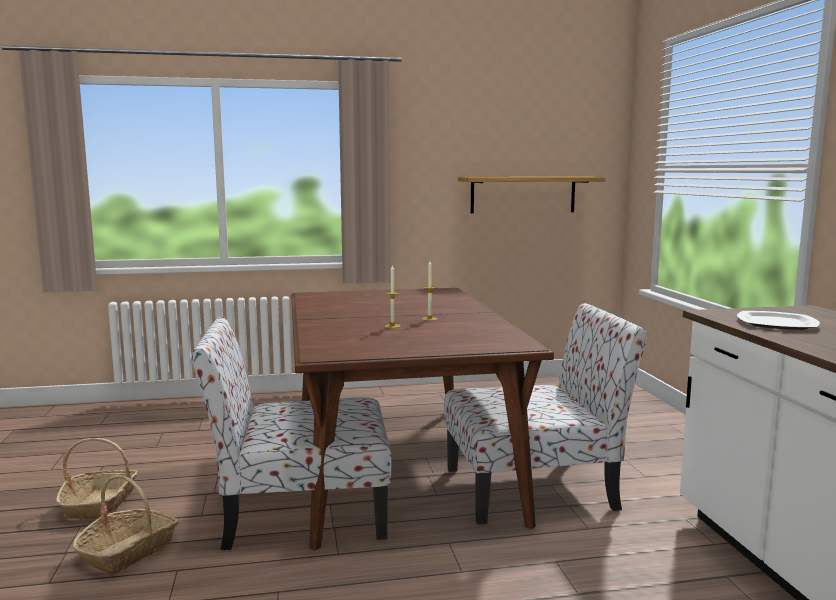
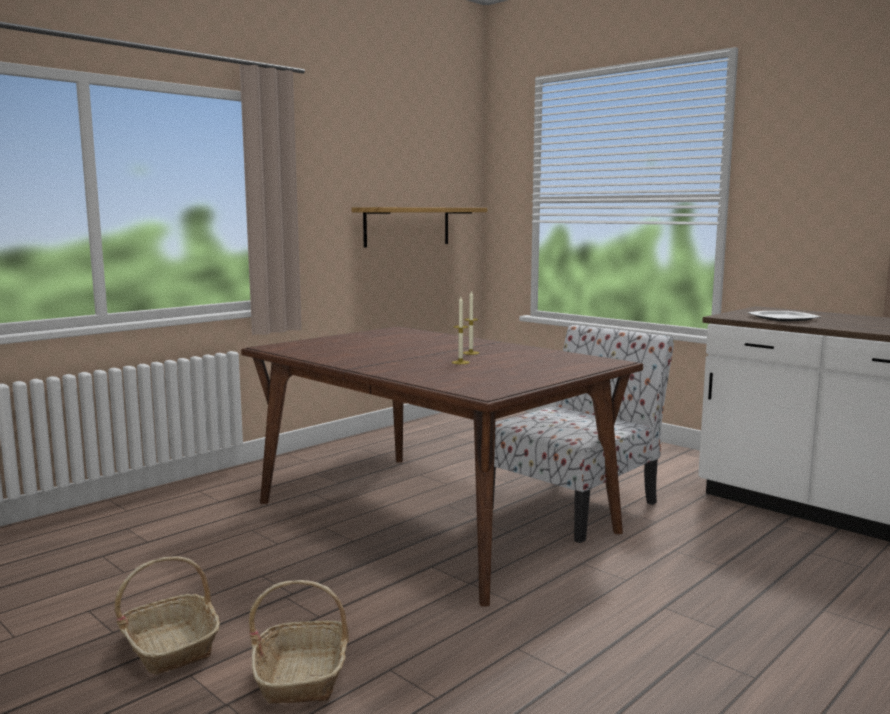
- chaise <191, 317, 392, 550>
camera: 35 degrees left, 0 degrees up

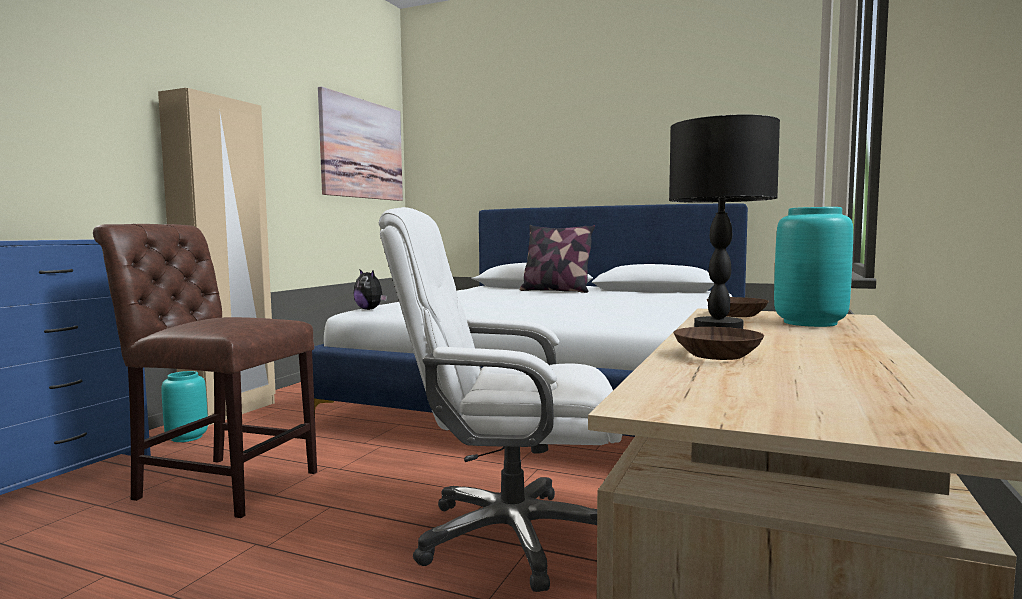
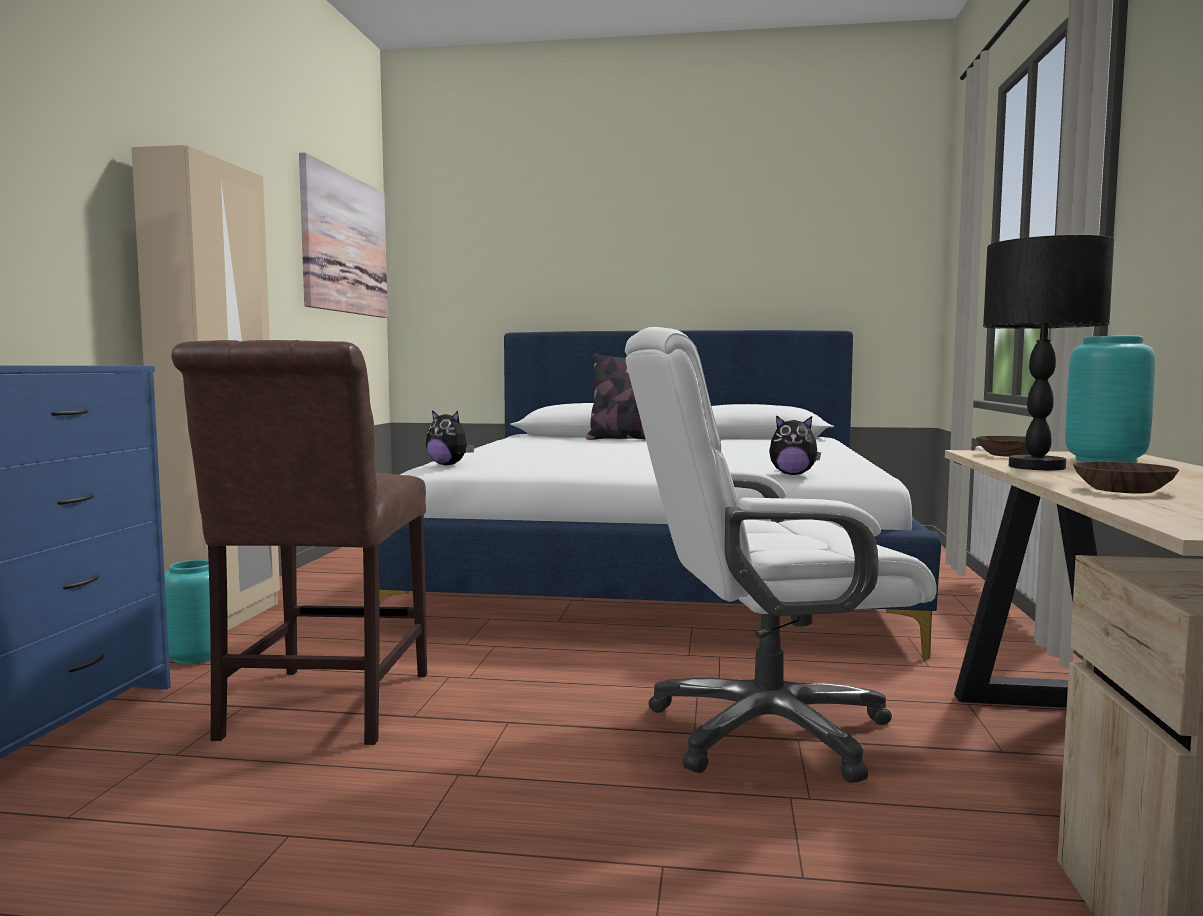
+ peluche <769, 415, 821, 475>
~ chaise/marron <93, 224, 317, 518> = <171, 340, 427, 745> 90 degrees counterclockwise
camera: 15 degrees left, 0 degrees up

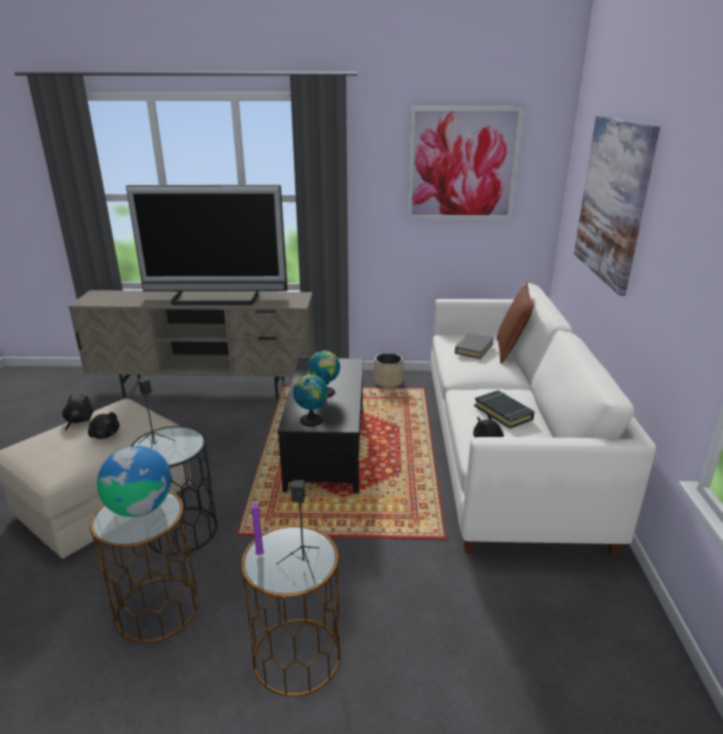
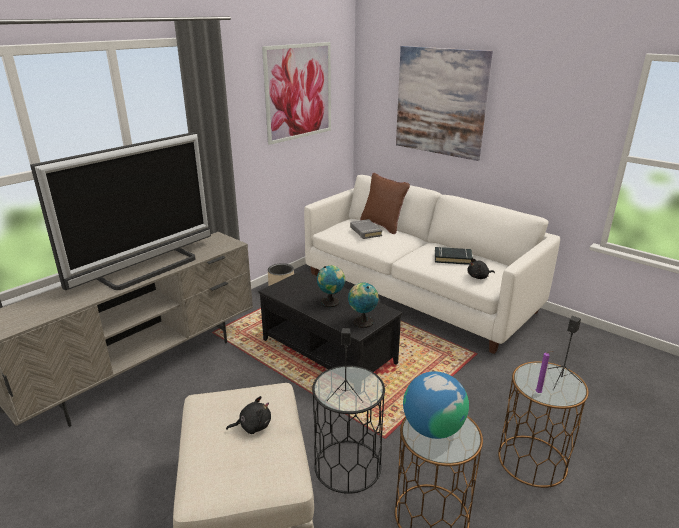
- peluche/noir <62, 394, 94, 431>
camera: 50 degrees left, 0 degrees up

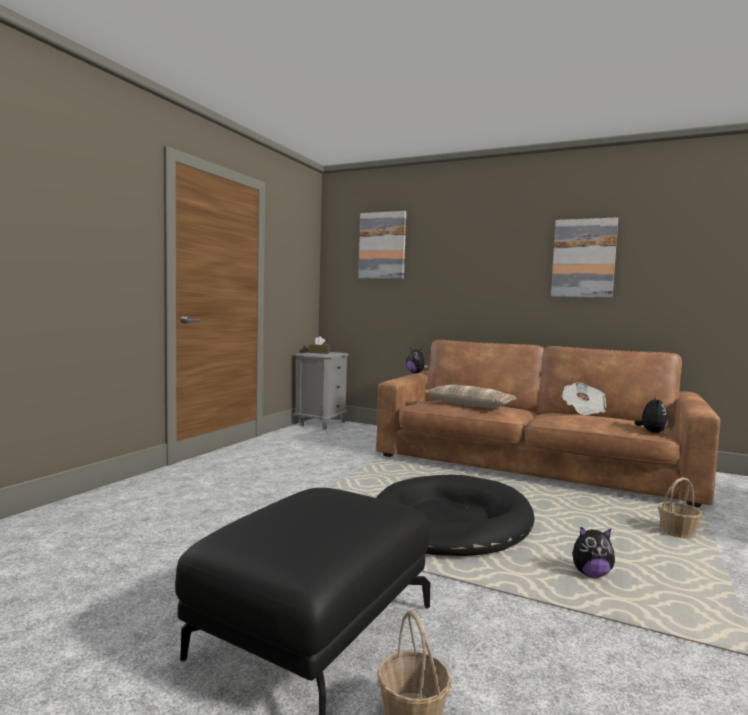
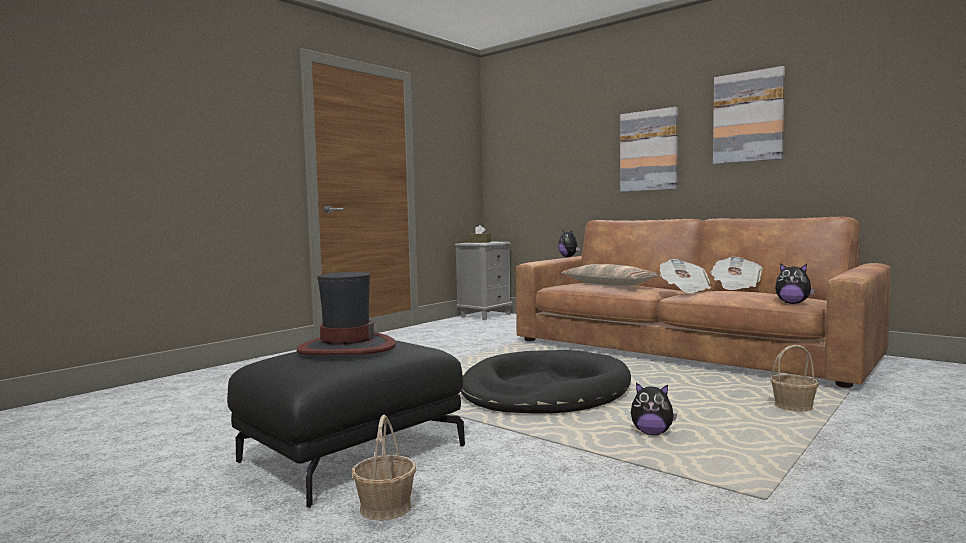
+ chapeau <297, 272, 396, 355>
+ journal <660, 259, 711, 293>
~ tableau <358, 211, 406, 279> to <620, 107, 678, 192>
~ peluche <634, 396, 668, 433> = <775, 263, 815, 304> 90 degrees clockwise
camera: 15 degrees right, 0 degrees up

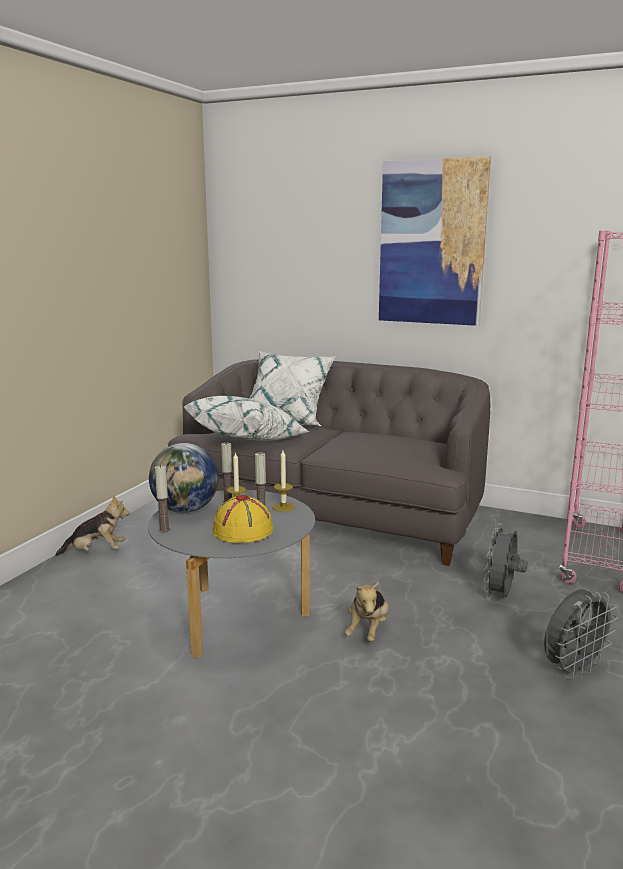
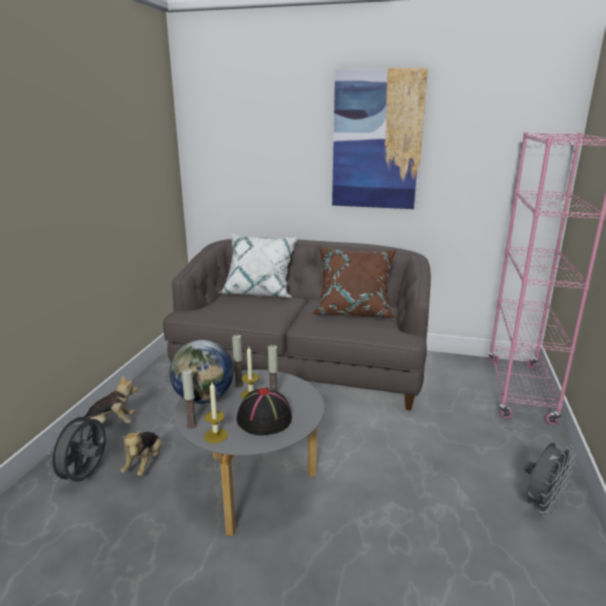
- coussin/blanc <183, 396, 309, 441>
+ coussin/marron <311, 246, 397, 318>
~ bougie <272, 450, 295, 512> to <204, 382, 228, 443>
~ peluche <345, 582, 389, 642> to <121, 430, 162, 476>
~ ventilateur/gris <483, 523, 527, 599> to <46, 412, 106, 483>
~ chapeau/jaune <212, 495, 273, 543> to chapeau/noir <236, 388, 292, 436>
camera: 10 degrees left, 5 degrees up

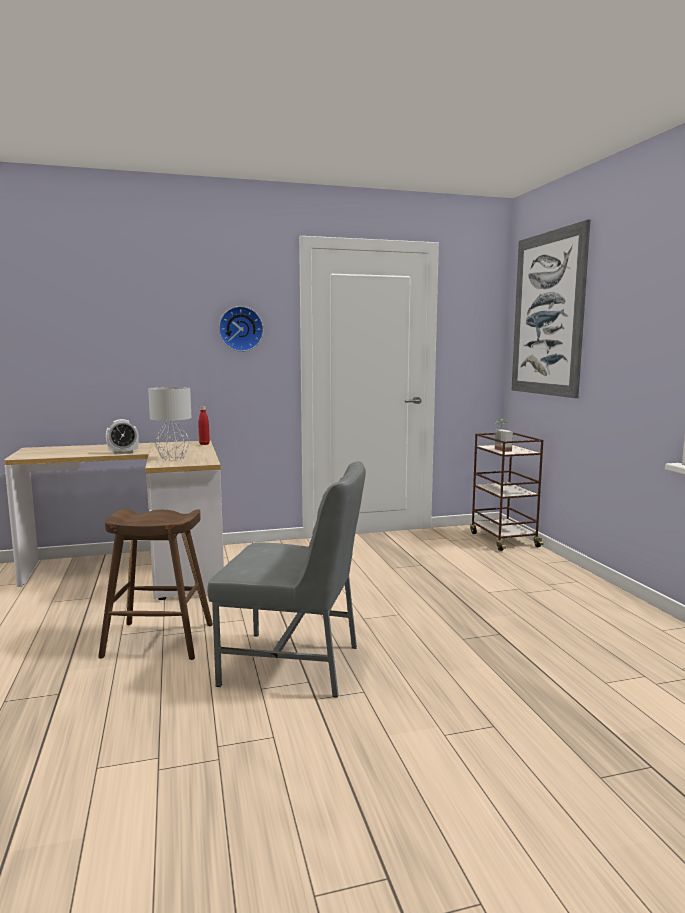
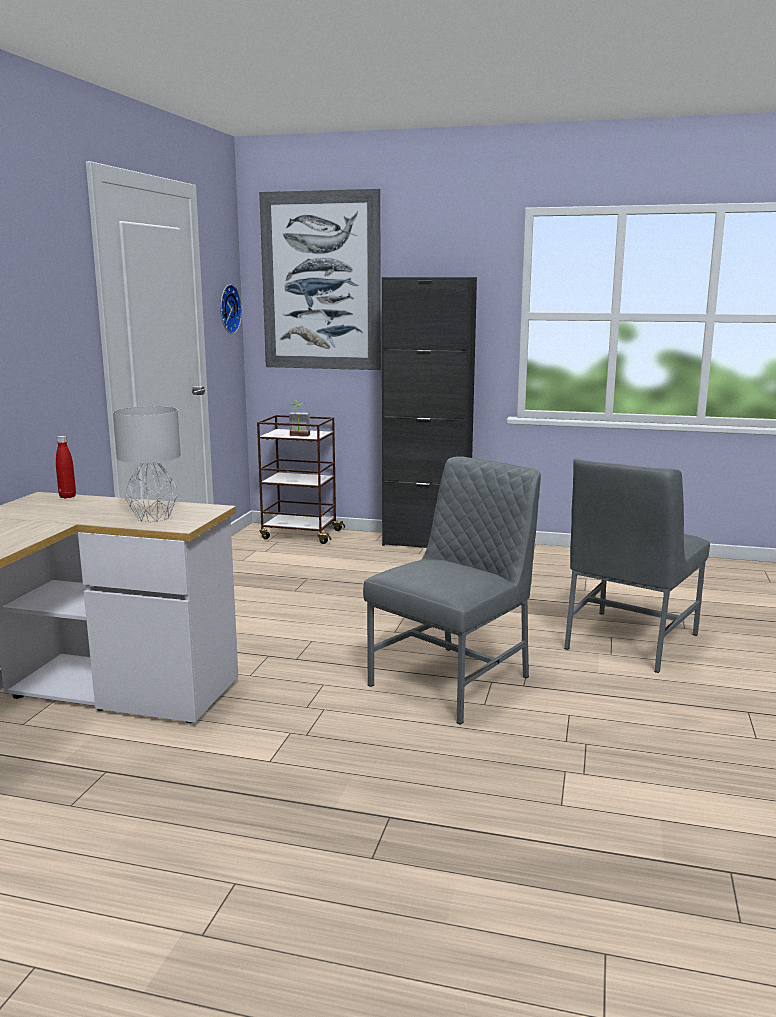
- tabouret/marron <98, 509, 213, 660>
- réveil <106, 419, 139, 454>
+ meuble de rangement/noir <382, 277, 477, 548>
+ chaise/gris <564, 458, 710, 673>
~ horloge murale <219, 306, 264, 352> to <220, 284, 242, 334>
camera: 60 degrees left, 5 degrees up

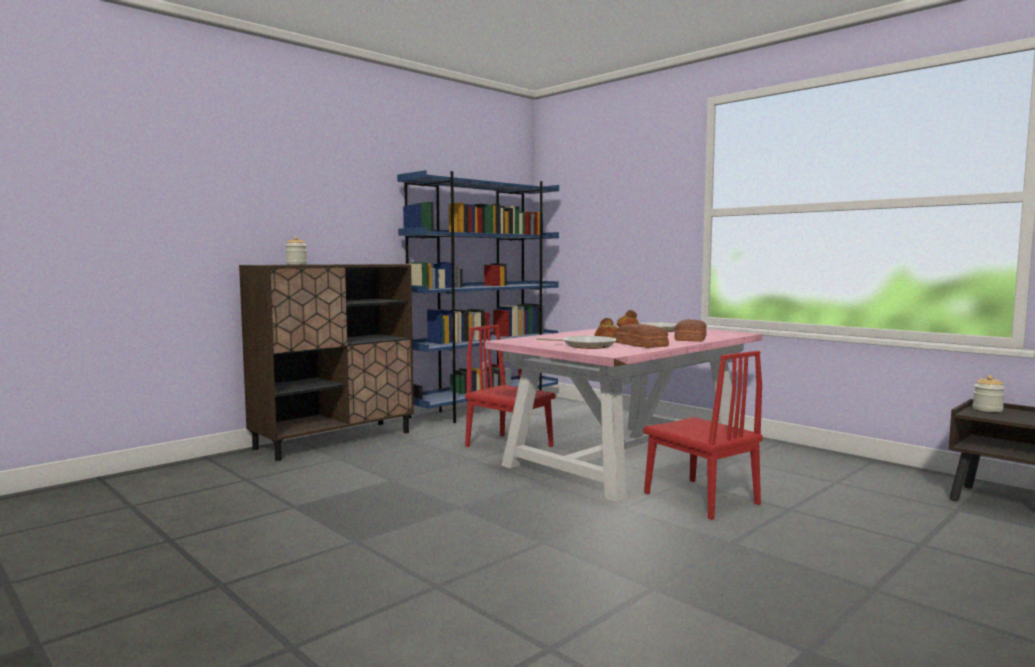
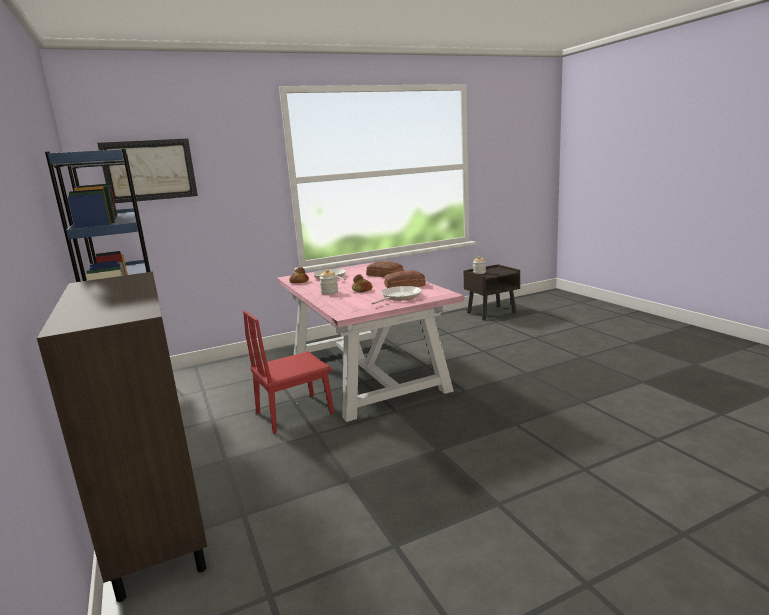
- chaise/rouge <643, 351, 763, 520>
+ tableau <97, 138, 198, 203>
~ bocal <285, 236, 307, 265> to <320, 269, 338, 295>
camera: 70 degrees left, 10 degrees up

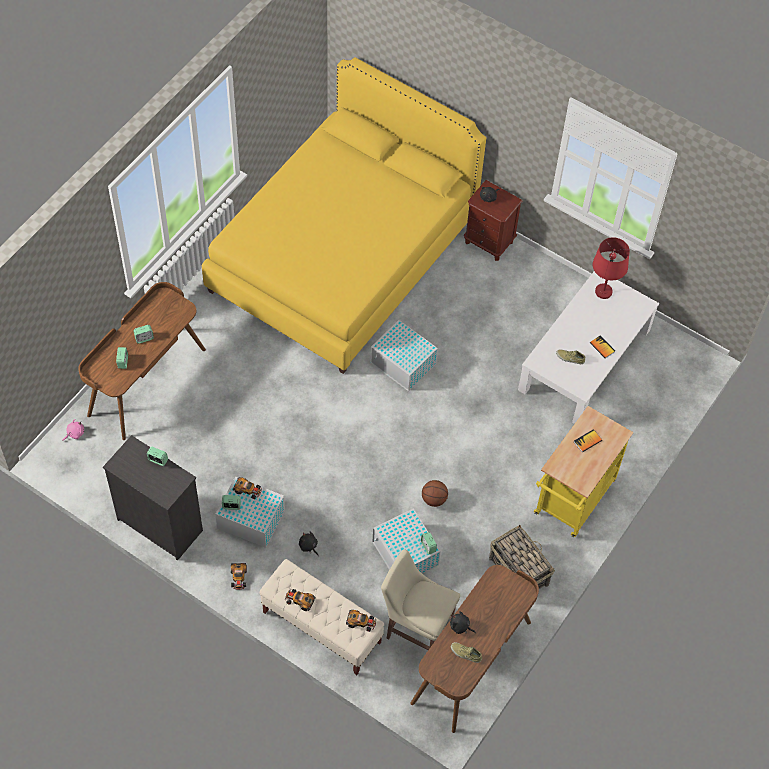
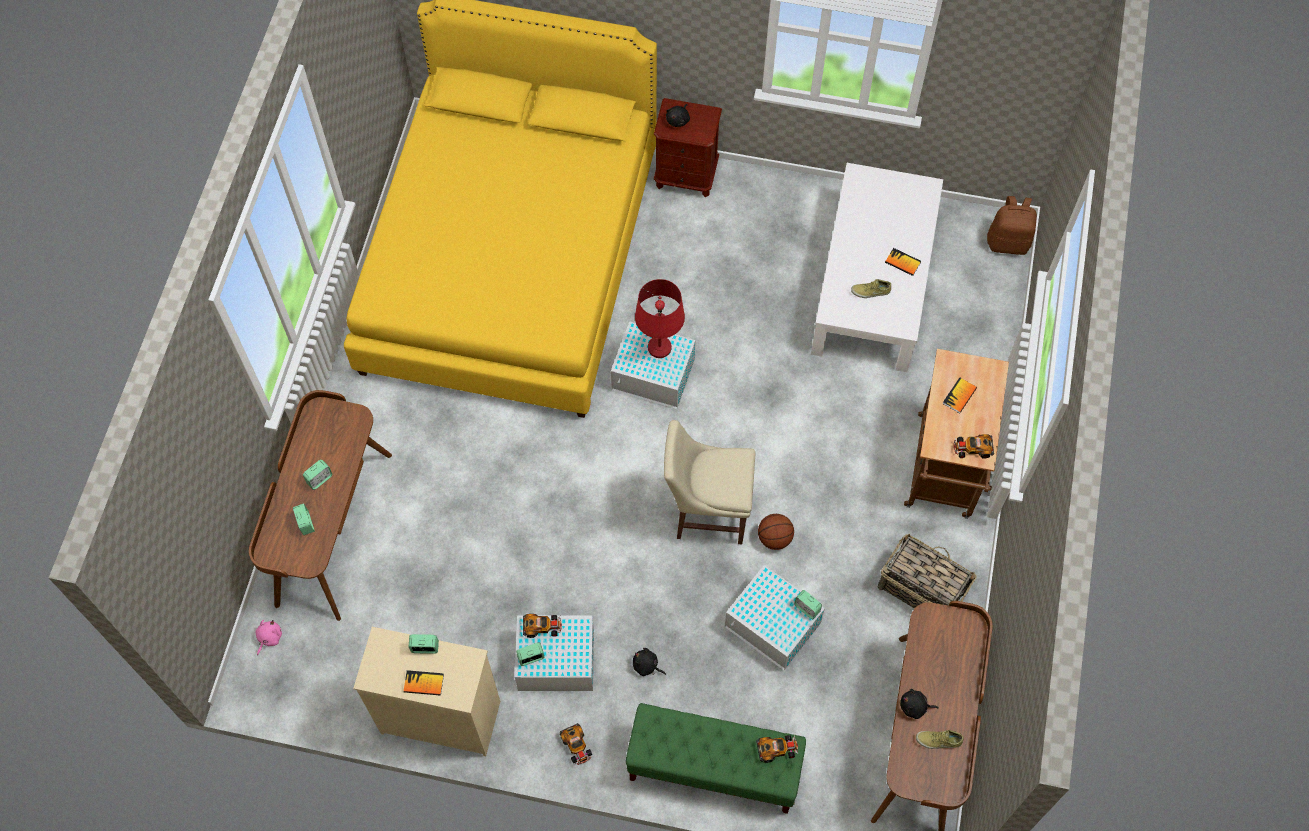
+ livre <403, 670, 444, 696>
+ sac à dos/marron <987, 196, 1037, 255>
~ petite voiture <285, 589, 316, 611> to <954, 434, 994, 458>
~ chaise/beige <381, 550, 460, 650> to <664, 420, 755, 544>
~ lampe de table/rouge <593, 238, 630, 299> to <635, 279, 685, 358>
~ commode/noir <103, 435, 203, 561> to commode/beige <353, 627, 500, 756>
~ banc/beige <260, 559, 384, 675> to banc/vert <626, 703, 806, 814>
~ chariot/jaune <534, 406, 634, 537> to chariot/marron <904, 349, 1009, 519>
camera: 20 degrees left, 5 degrees up

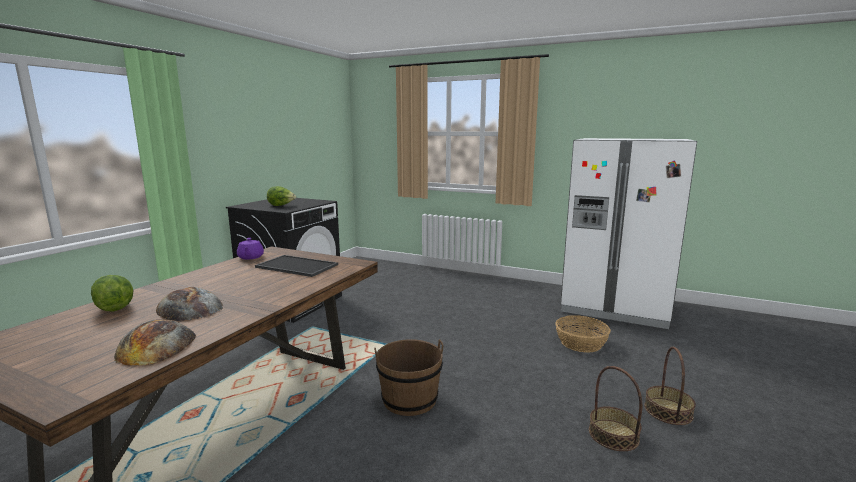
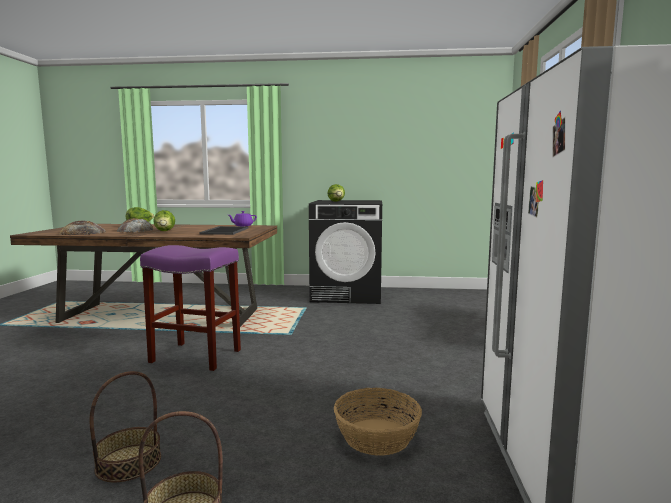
+ laitue <153, 210, 175, 231>
~ seau/marron <374, 339, 444, 416> to tabouret/violet <140, 245, 241, 371>
camera: 70 degrees right, 5 degrees down

